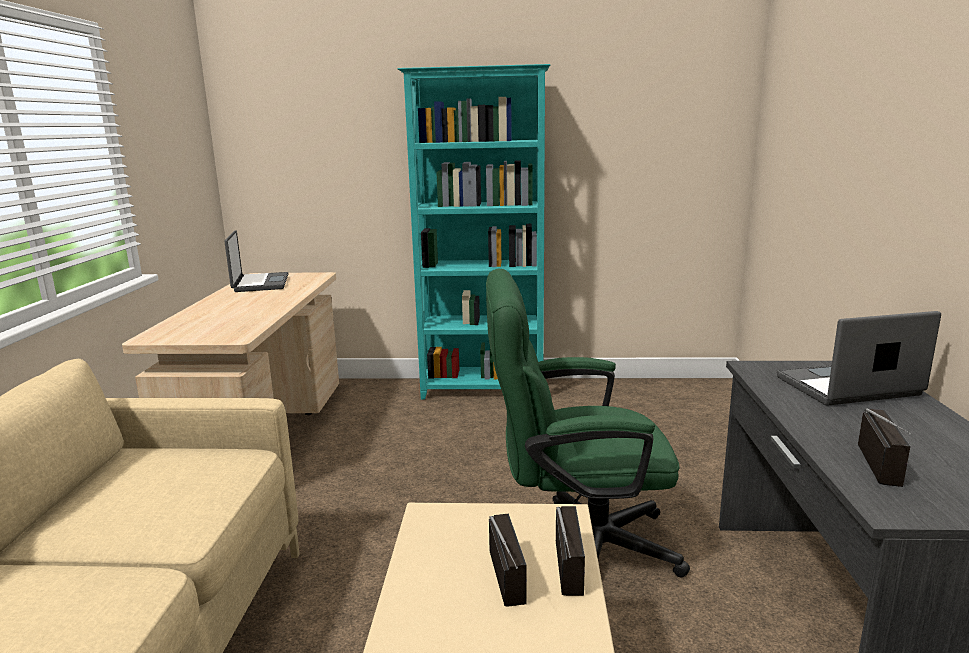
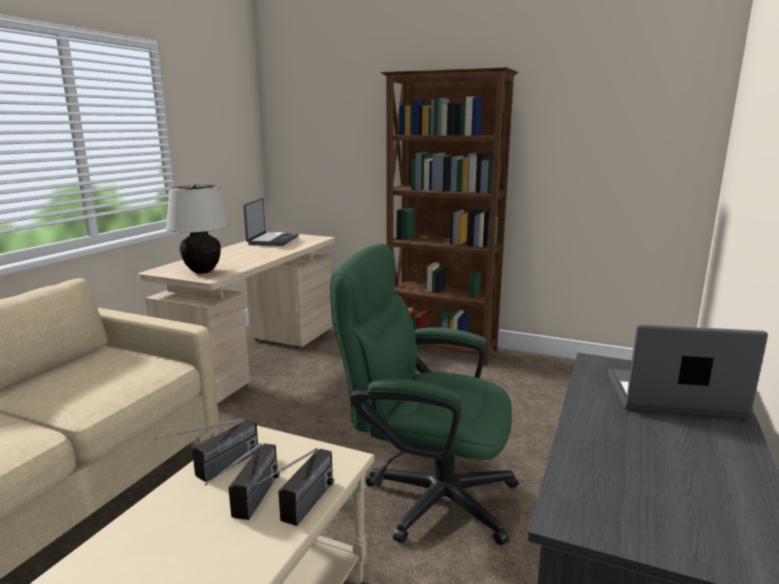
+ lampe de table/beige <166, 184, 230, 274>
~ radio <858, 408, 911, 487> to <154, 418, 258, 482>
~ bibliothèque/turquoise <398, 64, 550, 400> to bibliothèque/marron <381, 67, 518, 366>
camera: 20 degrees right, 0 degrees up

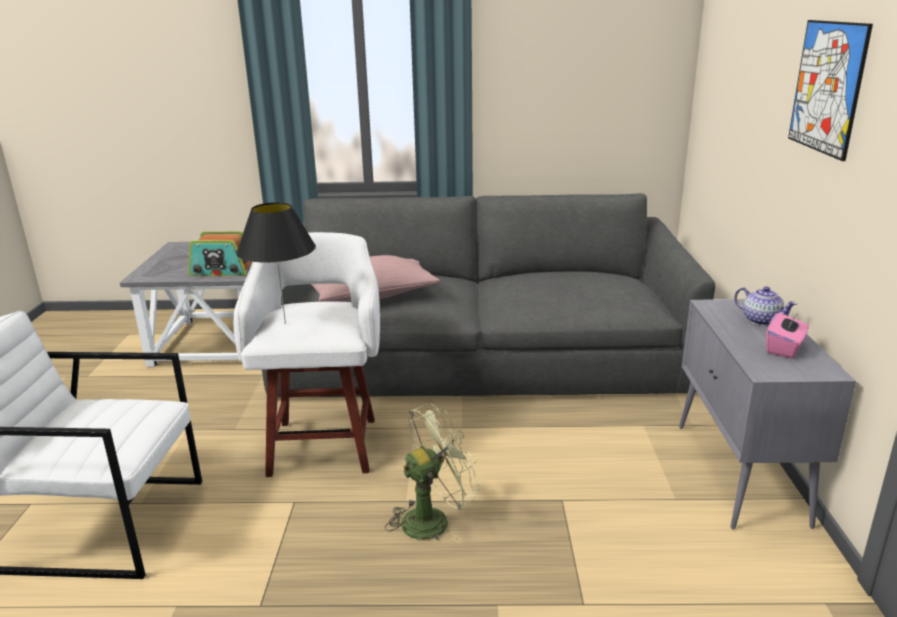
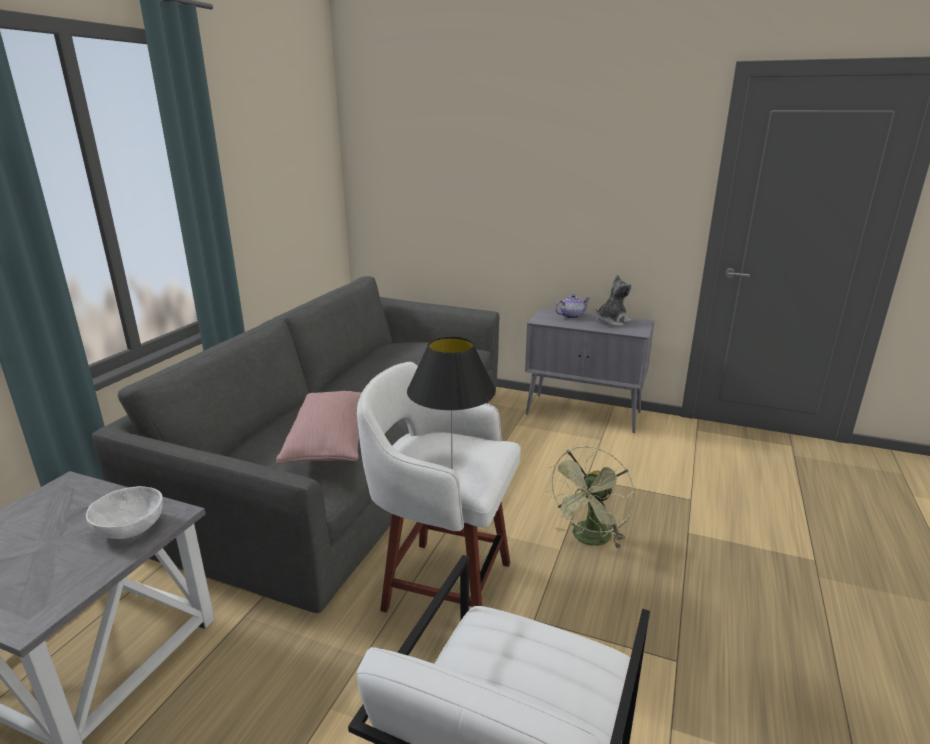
- tableau <788, 20, 873, 161>
~ radio <188, 231, 252, 276> to bol/blanc <86, 486, 163, 539>
~ boîte à mouchoirs/rose <766, 312, 809, 358> to peluche <596, 274, 632, 326>
~ ventilateur/vert <385, 403, 481, 543> = <545, 446, 635, 549> 135 degrees counterclockwise
camera: 70 degrees left, 0 degrees up

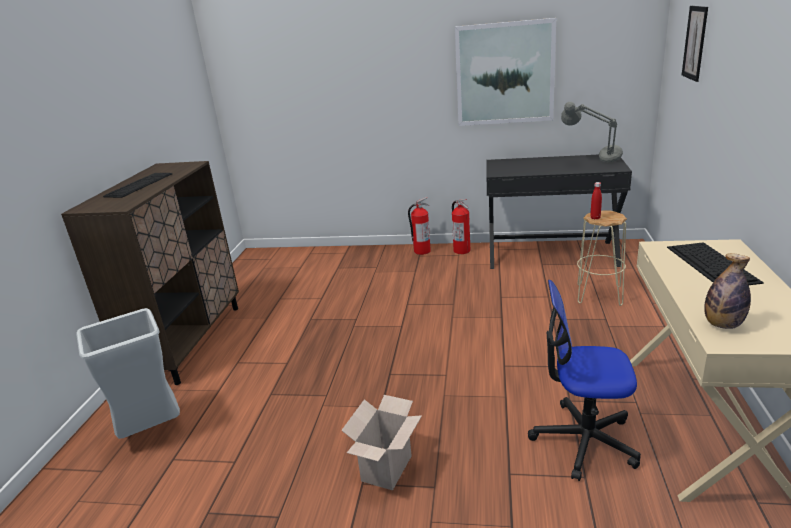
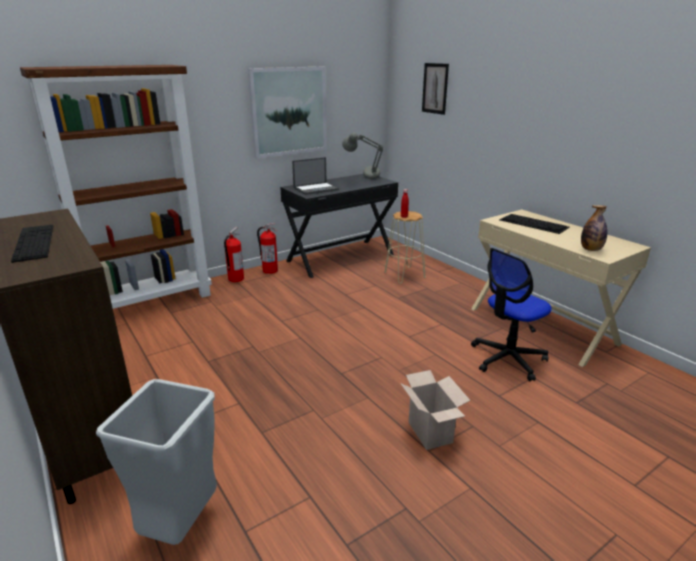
+ bibliothèque/marron <20, 65, 212, 309>
+ ordinateur portable <292, 157, 339, 195>
camera: 45 degrees left, 0 degrees up

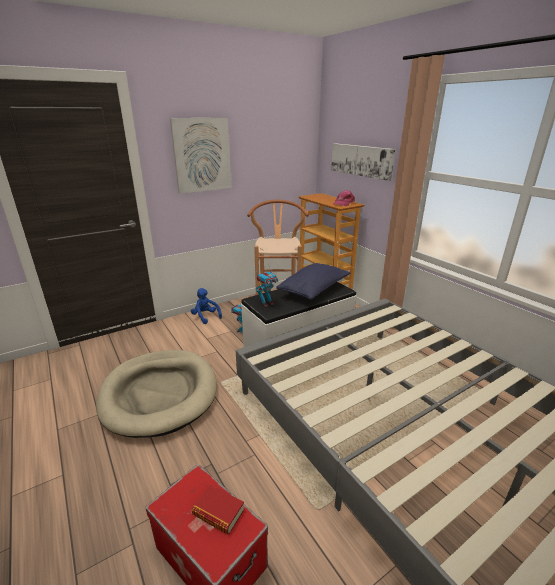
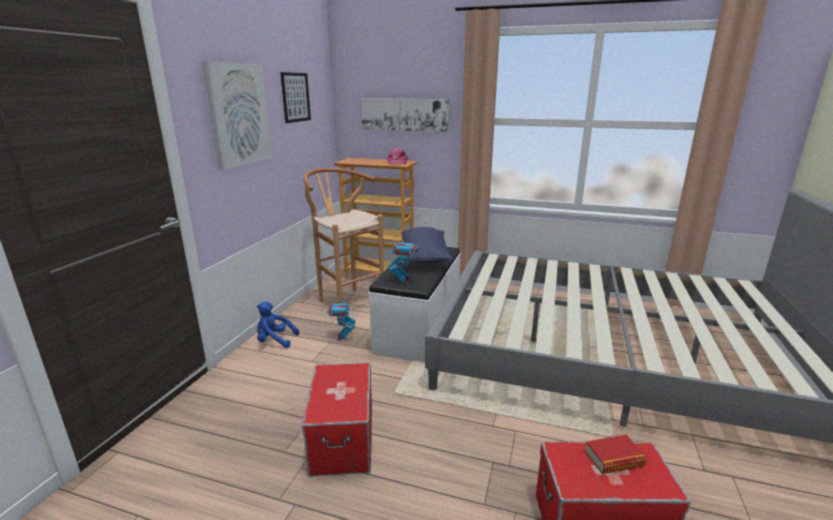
+ tableau <280, 72, 311, 123>
~ panier pour chien/beige <96, 350, 217, 438> to boîte de rangement <302, 362, 372, 476>
camera: 40 degrees left, 5 degrees down

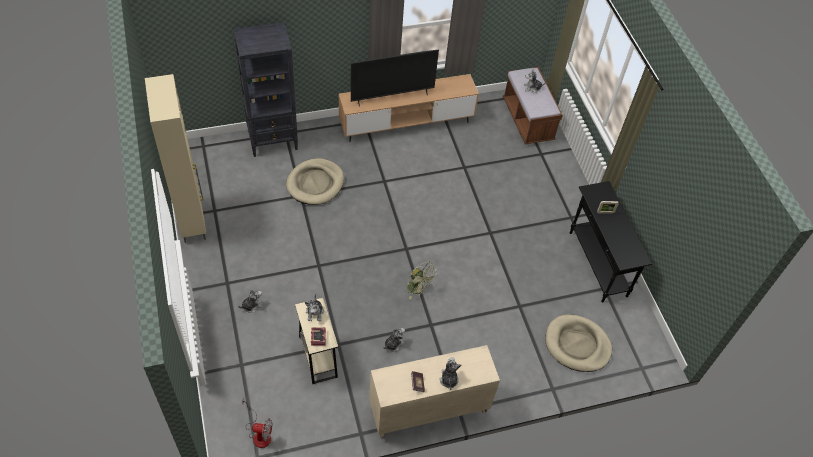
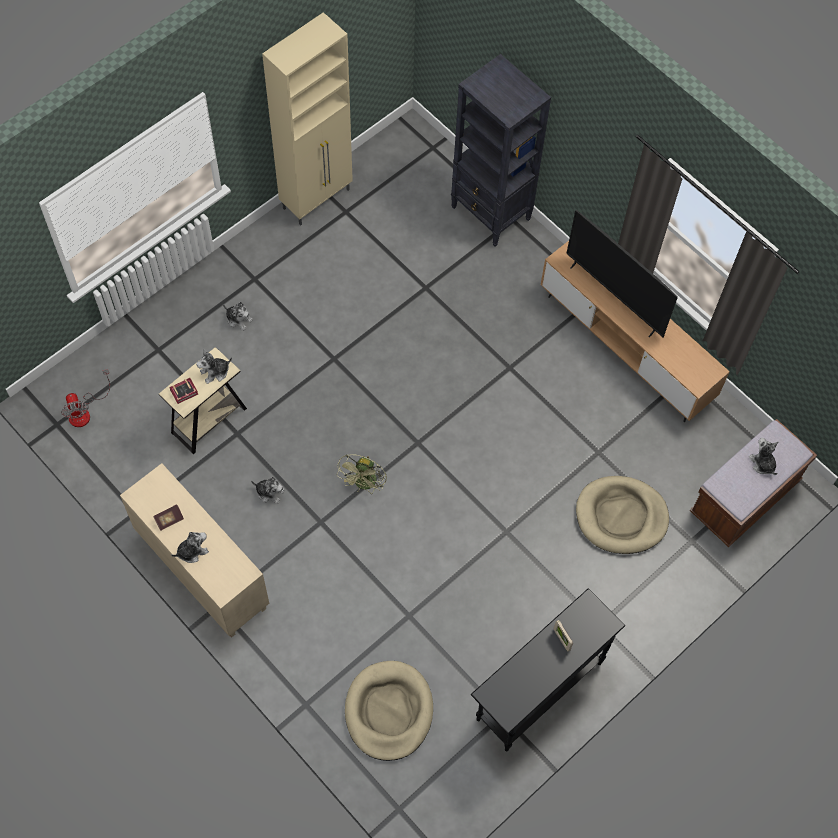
~ panier pour chien/beige <286, 158, 344, 205> to <576, 476, 669, 554>
camera: 65 degrees right, 10 degrees up

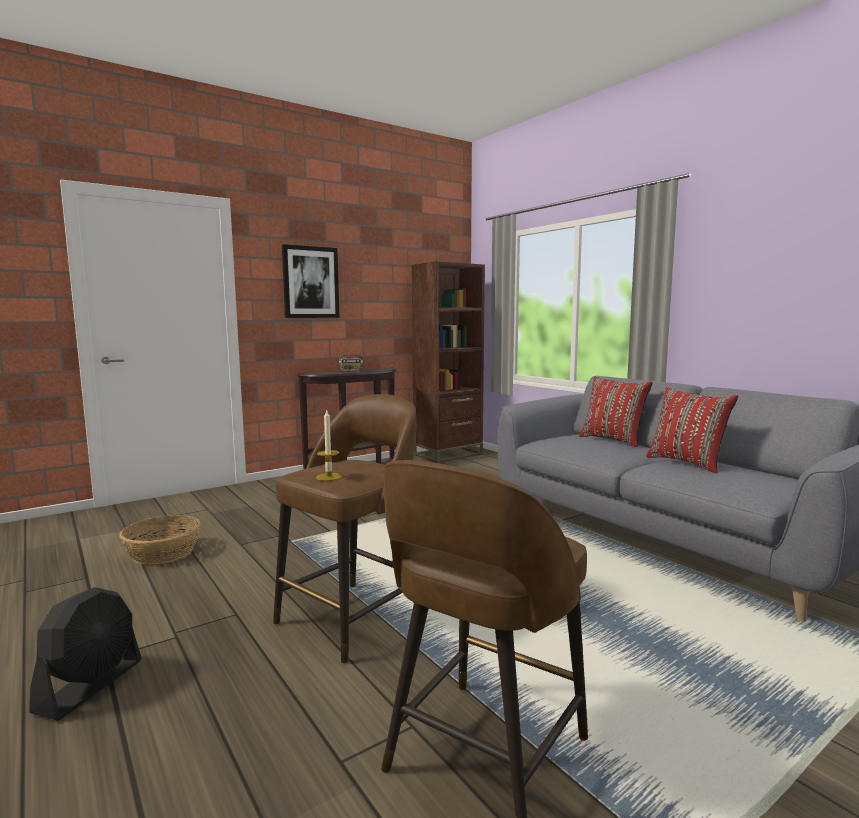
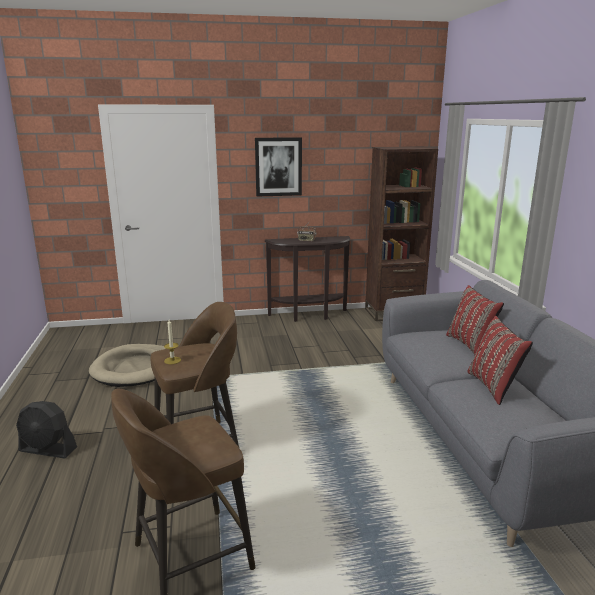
~ panier <119, 515, 201, 564> to panier pour chien/beige <89, 344, 166, 387>
~ ventilateur/noir <29, 587, 142, 721> = <16, 401, 77, 458> 60 degrees clockwise
camera: 25 degrees right, 10 degrees up

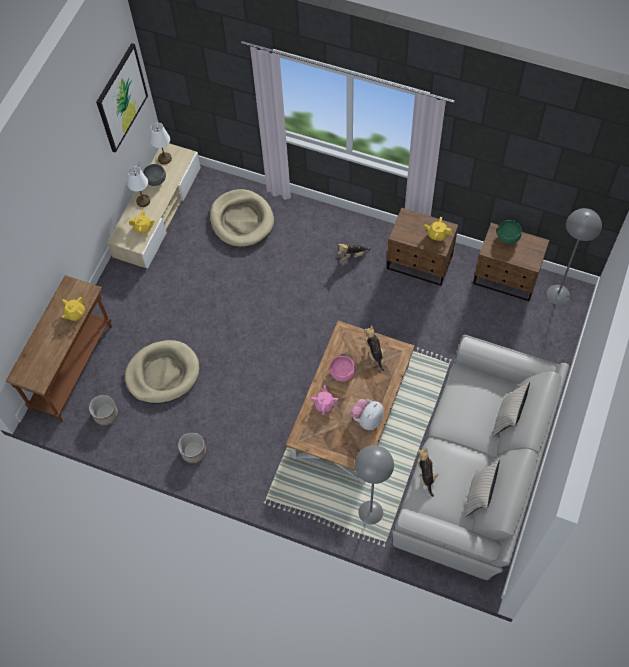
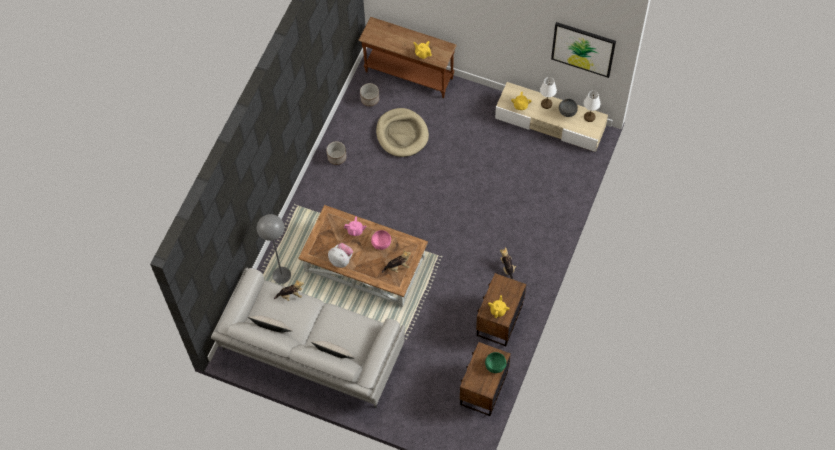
- panier pour chien/beige <210, 189, 274, 247>
- lampadaire/gris <546, 208, 602, 305>
camera: 90 degrees right, 0 degrees up

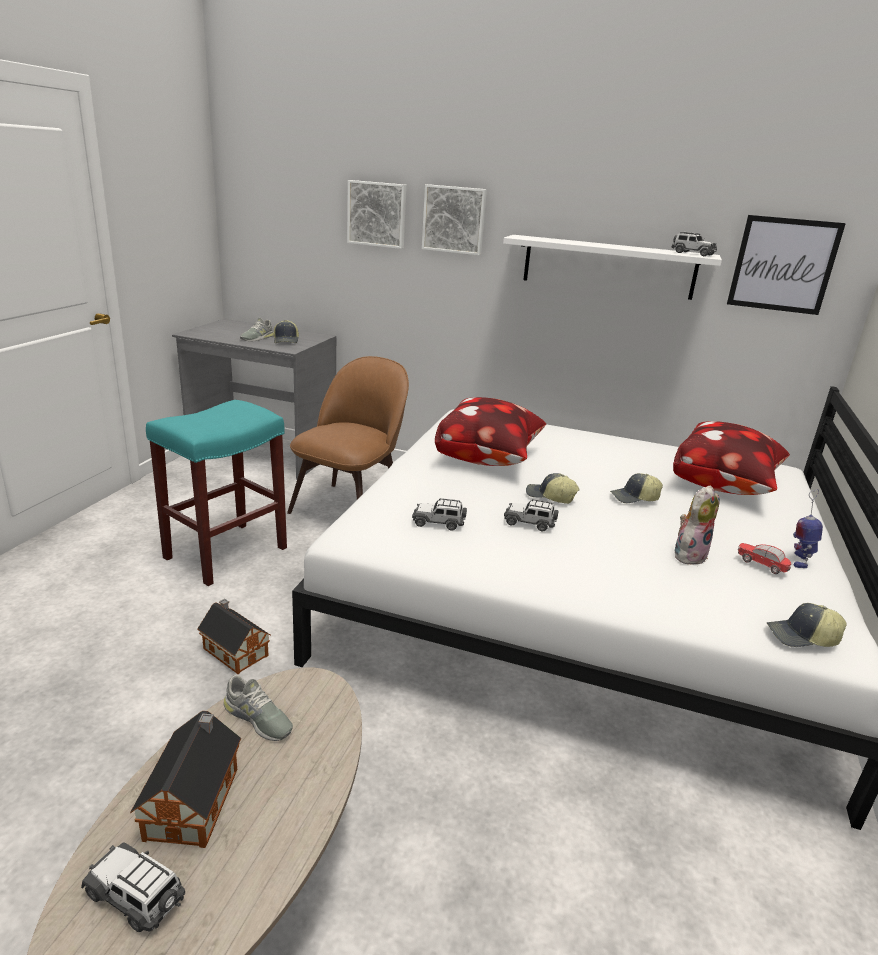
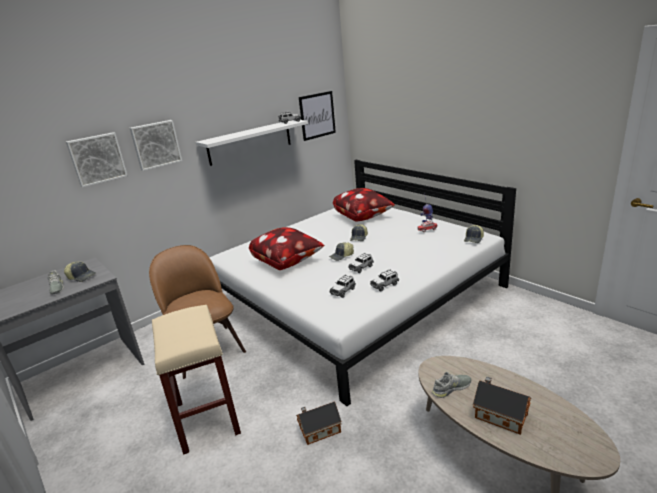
- peluche <675, 485, 720, 565>
~ petite voiture <81, 842, 185, 932> to <370, 269, 399, 291>
~ tabouret/turquoise <146, 400, 287, 586> to tabouret/beige <152, 305, 241, 455>
camera: 55 degrees left, 0 degrees up

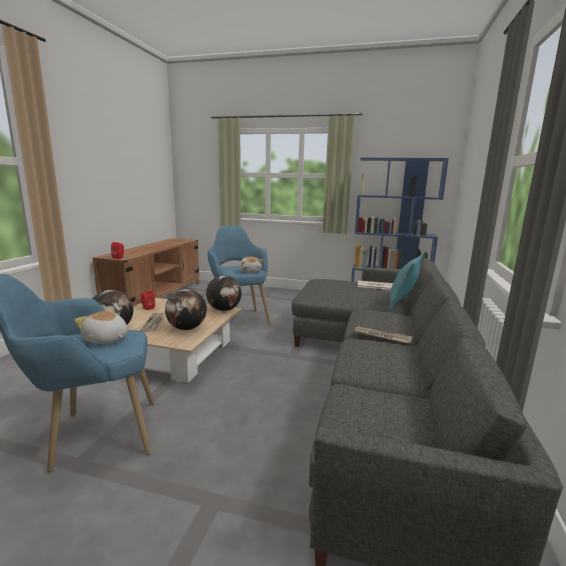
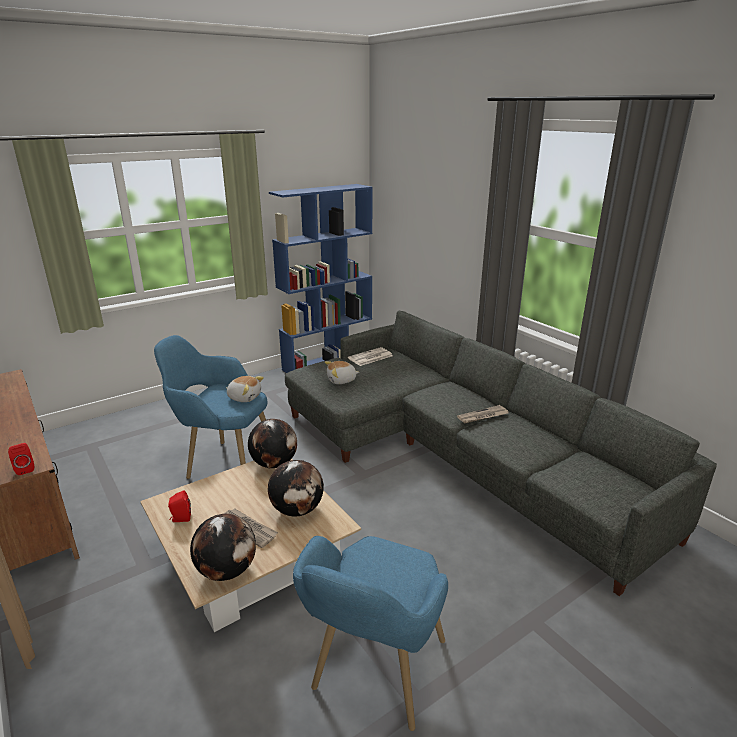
- coussin/turquoise <389, 254, 423, 310>
~ peluche <74, 309, 128, 344> to <325, 361, 359, 384>
camera: 50 degrees left, 10 degrees up

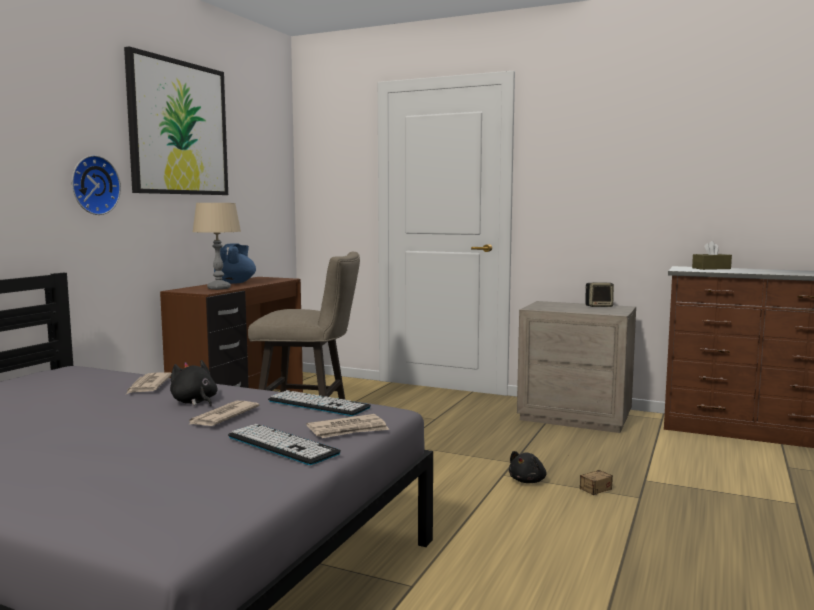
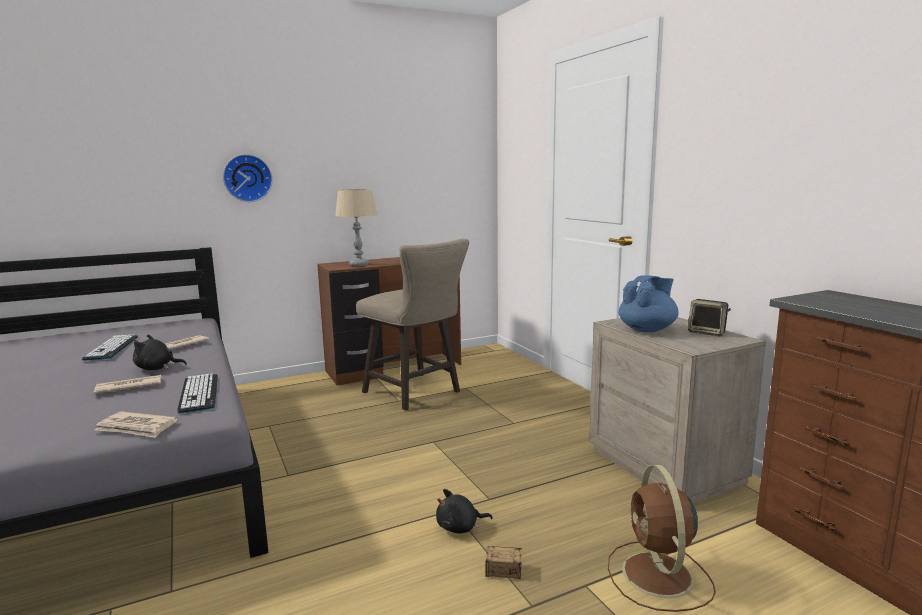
- tableau <124, 46, 228, 195>
- boîte à mouchoirs/marron <692, 241, 732, 270>
+ ventilateur/marron <608, 464, 716, 612>
~ théière/bleu <214, 243, 256, 284> to <618, 275, 679, 332>
~ clavier <228, 424, 341, 465> to <82, 334, 138, 361>
~ peluche/noir <170, 360, 217, 407> = <133, 335, 187, 370> 90 degrees counterclockwise
camera: 40 degrees right, 5 degrees up

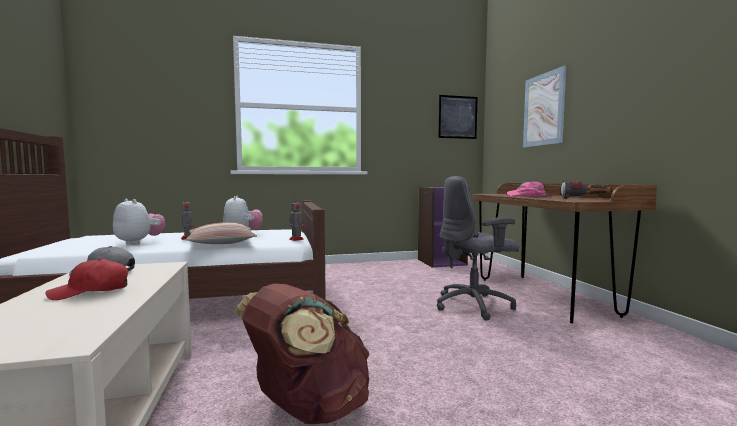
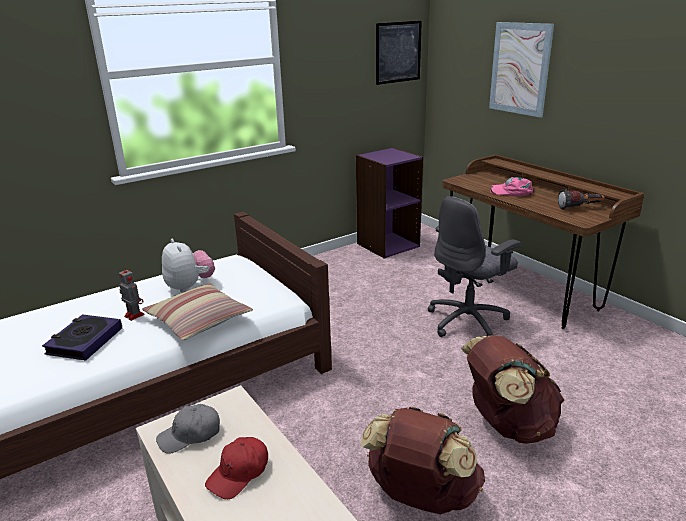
- robot jouet <289, 198, 305, 241>
+ sac à dos/marron <461, 335, 565, 444>
~ peluche <113, 199, 166, 245> to livre <42, 314, 122, 361>
camera: 20 degrees left, 20 degrees up

